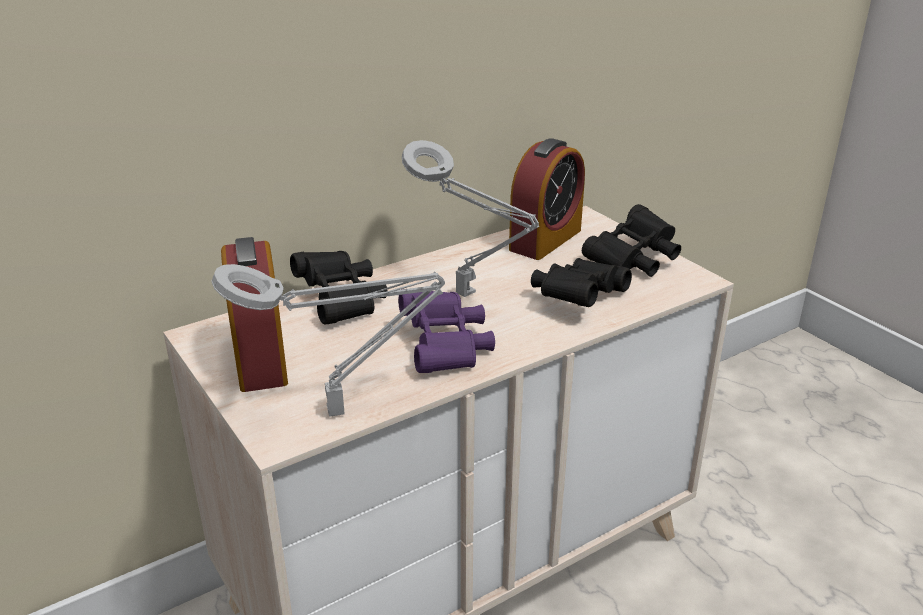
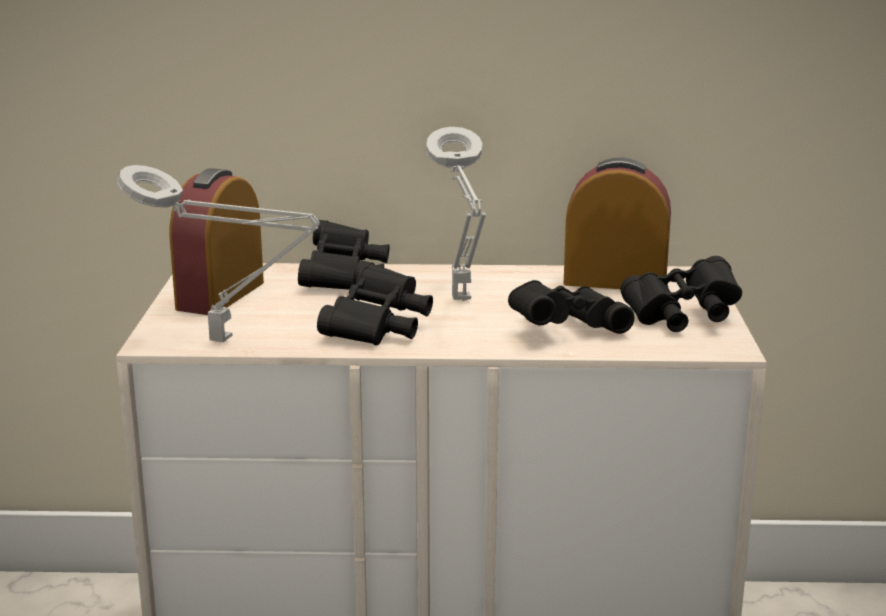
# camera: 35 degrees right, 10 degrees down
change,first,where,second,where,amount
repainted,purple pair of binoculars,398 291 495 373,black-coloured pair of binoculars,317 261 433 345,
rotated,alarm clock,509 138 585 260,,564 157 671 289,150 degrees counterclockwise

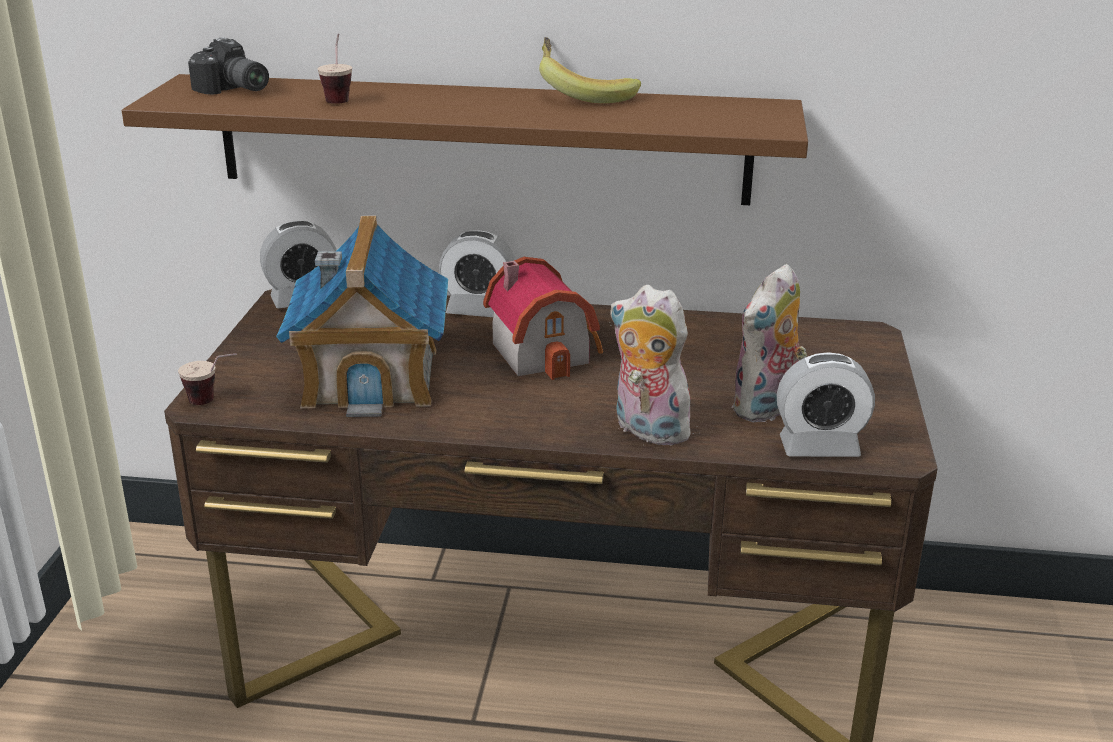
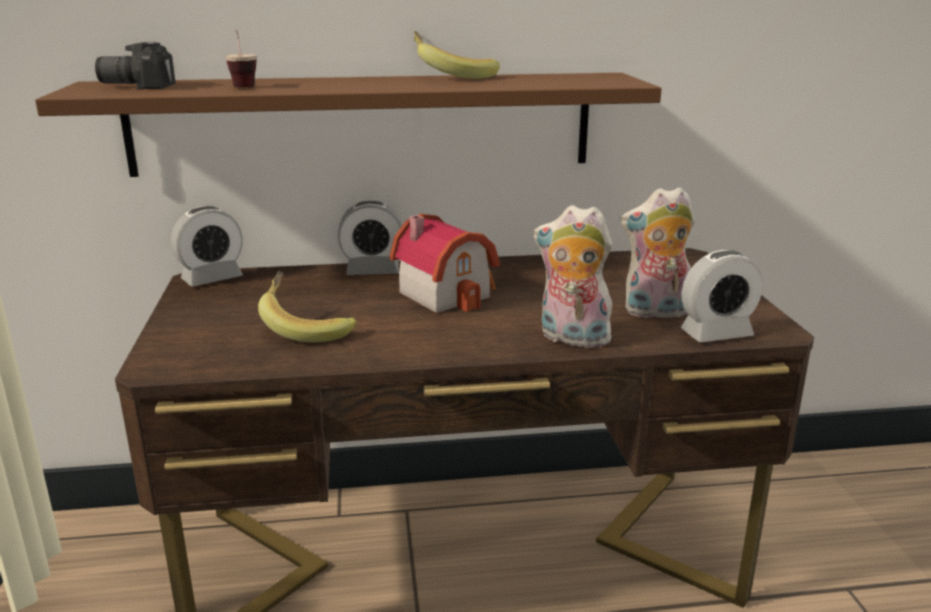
# camera: 15 degrees left, 5 degrees down
change,first,where,second,where,amount
gone,cup,178 353 237 405,,,
swapped,toy house,276 215 448 417,banana fruit,258 271 357 342,
rotated,still camera,188 37 269 94,,95 42 176 89,150 degrees clockwise
rotated,plush toy,731 264 807 423,,620 187 695 318,60 degrees clockwise

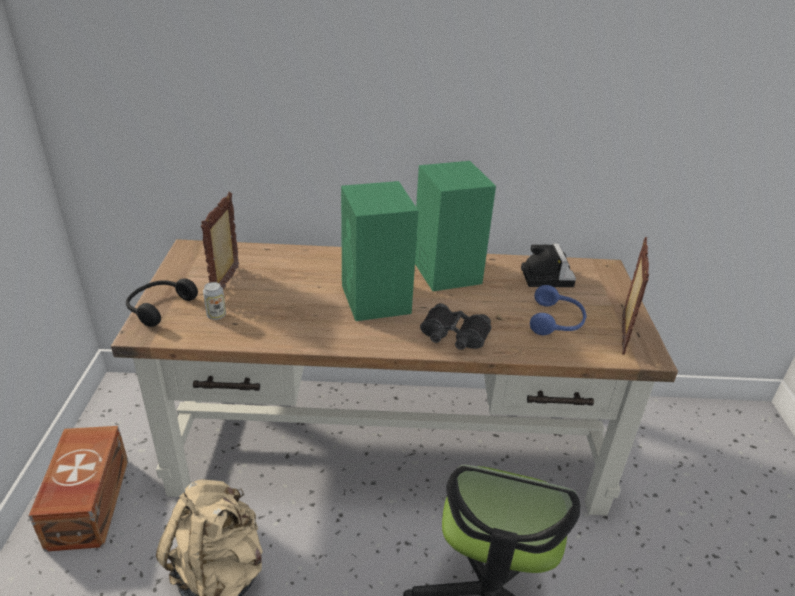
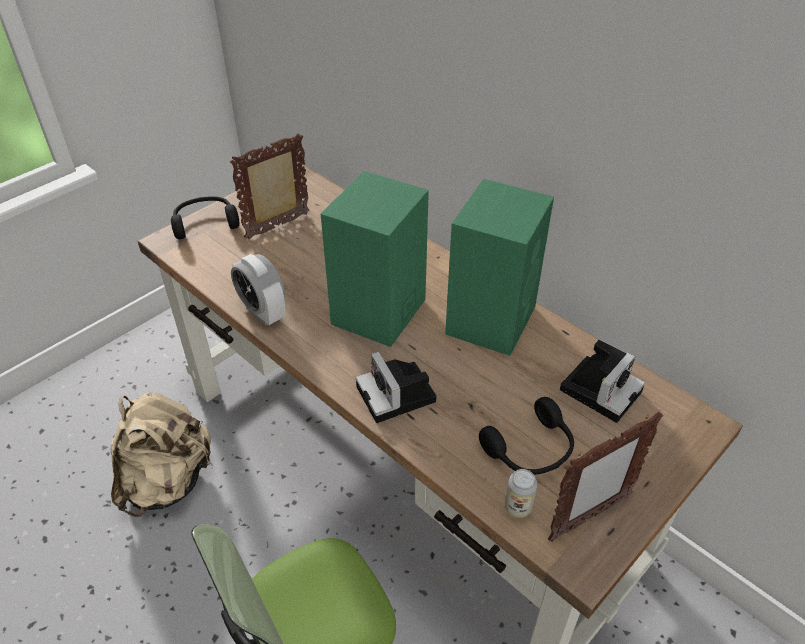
# camera: 45 degrees right, 10 degrees up
change,first,where,second,where,amount
gone,brown-coloured storage bin,29 426 128 552,,,
new,,,alarm clock,231 254 285 326,
shifted,sealed can,203 282 226 320,,505 469 537 518,
swapped,black-coloured pair of binoculars,420 303 491 350,still camera,356 351 436 423,
repainted,blue-coloured pair of headphones,530 285 586 335,black-coloured pair of headphones,479 397 574 475,

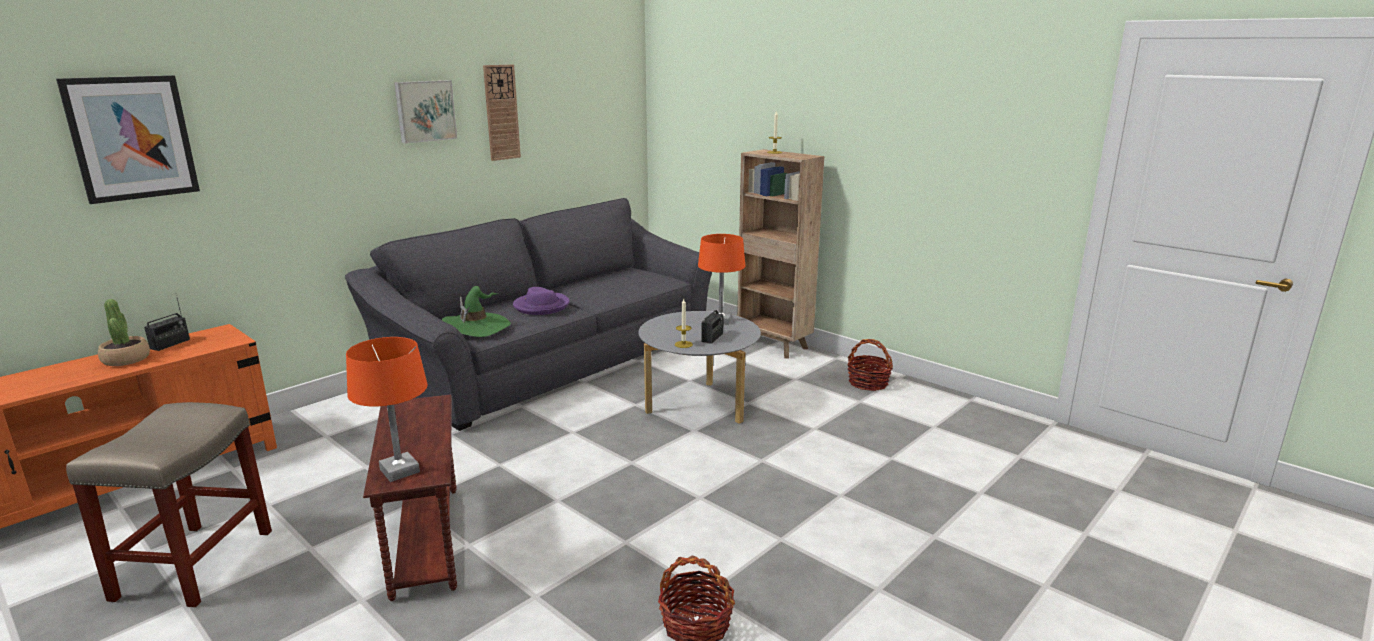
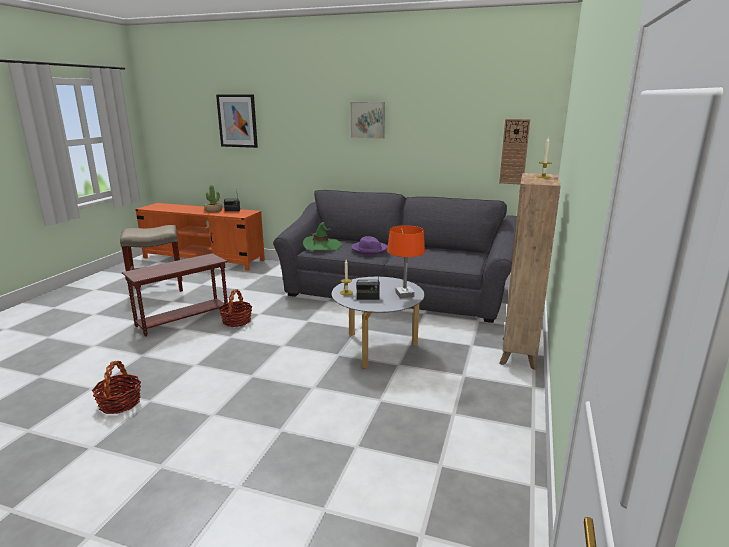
# camera: 65 degrees right, 0 degrees up
change,first,where,second,where,amount
gone,orange lamp for a table,346 337 428 482,,,
shifted,wall clock,483 65 521 161,,499 119 530 184,
shifted,household basket,847 339 893 391,,219 289 252 327,

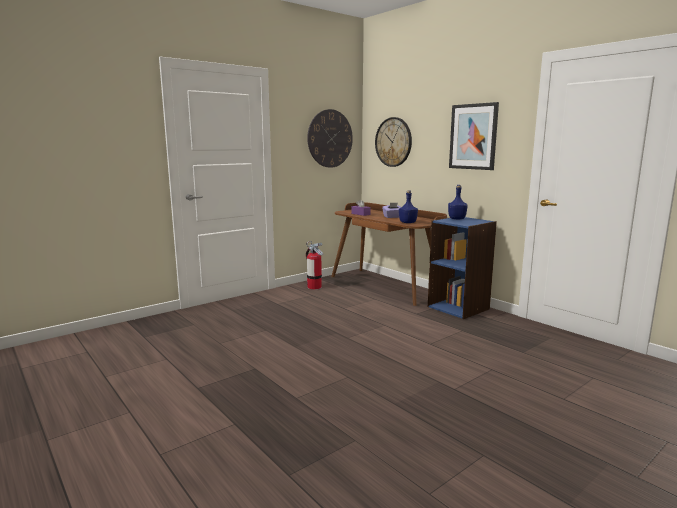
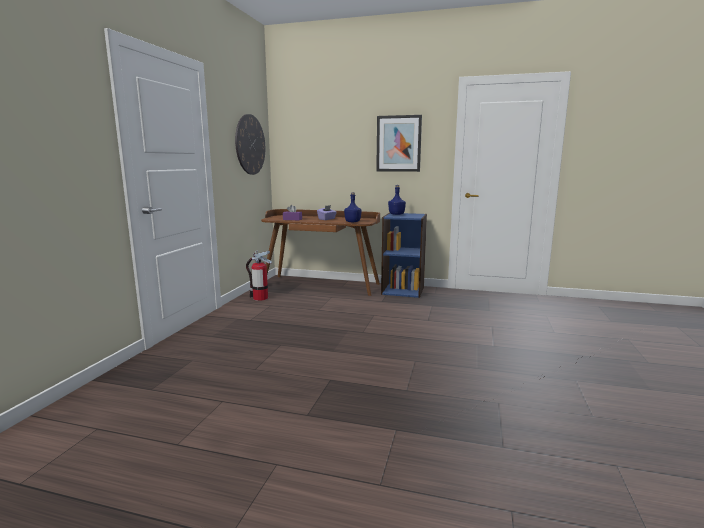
# camera: 35 degrees left, 0 degrees up
change,first,where,second,where,amount
gone,wall clock,375 117 412 167,,,

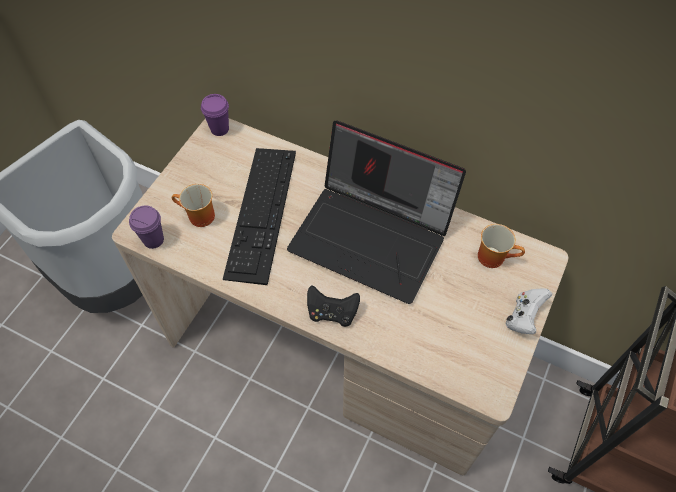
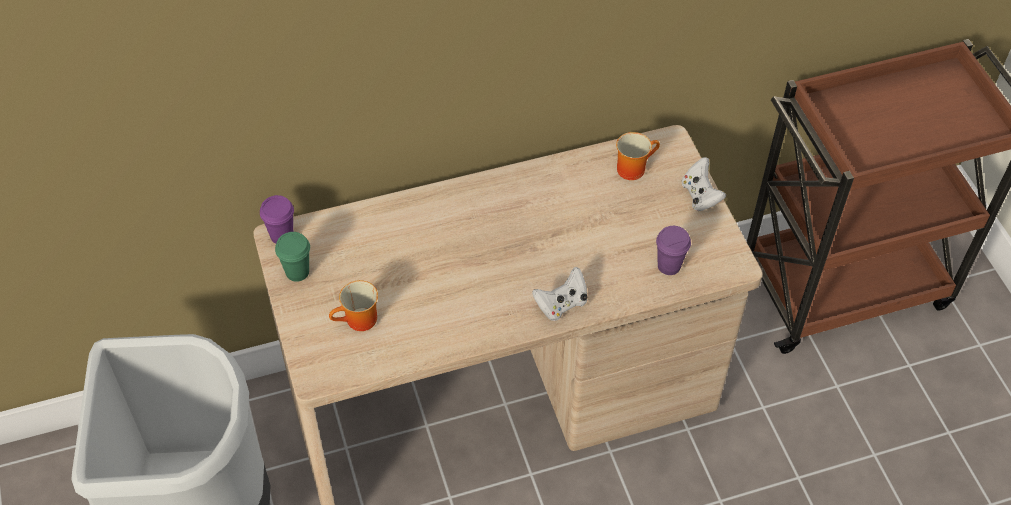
# camera: 45 degrees left, 5 degrees down
change,first,where,second,where,amount
gone,PC keyboard,223 148 296 285,,,
gone,laptop,287 121 466 304,,,
new,,,greenish cup,275 232 310 282,
shifted,purple cup,129 205 164 249,,656 226 691 275,
repainted,black-coloured joypad,307 285 360 327,white-coloured joypad,532 267 588 321,

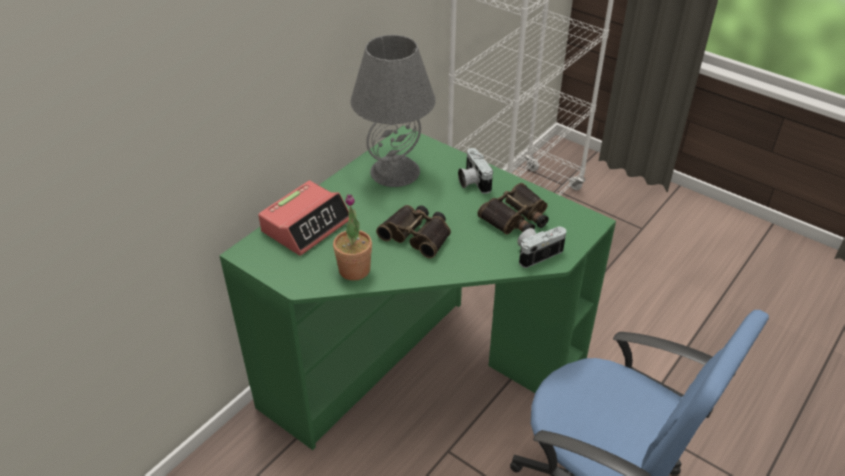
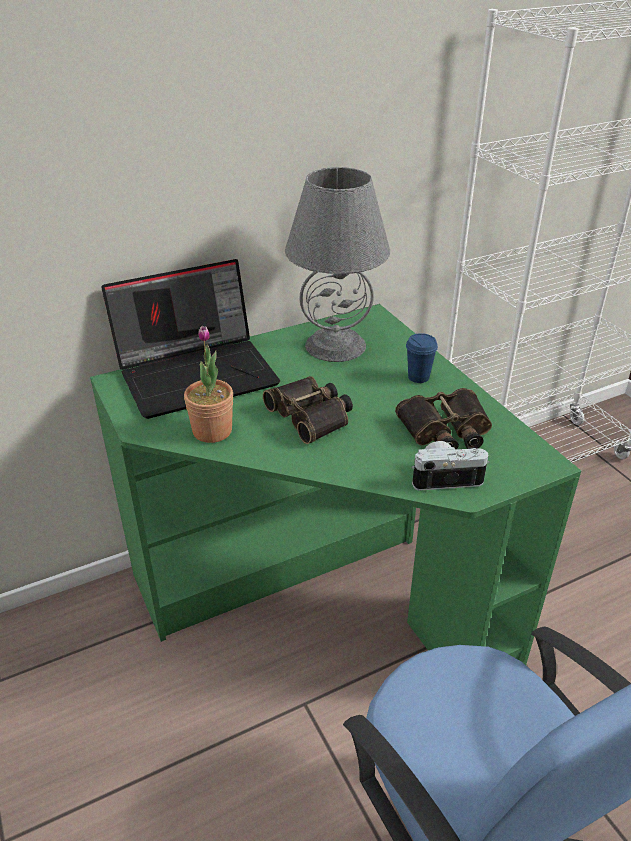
# camera: 25 degrees right, 5 degrees down
change,first,where,second,where,amount
swapped,alarm clock,258 181 349 256,laptop,101 259 280 419,
swapped,still camera,458 148 493 194,blue-coloured cup,406 333 438 383,

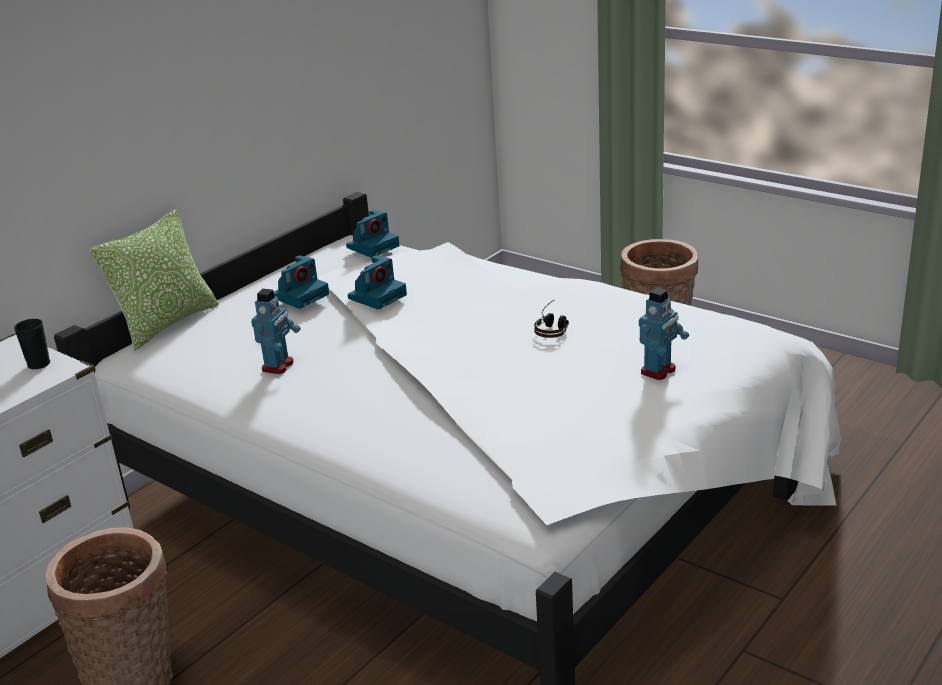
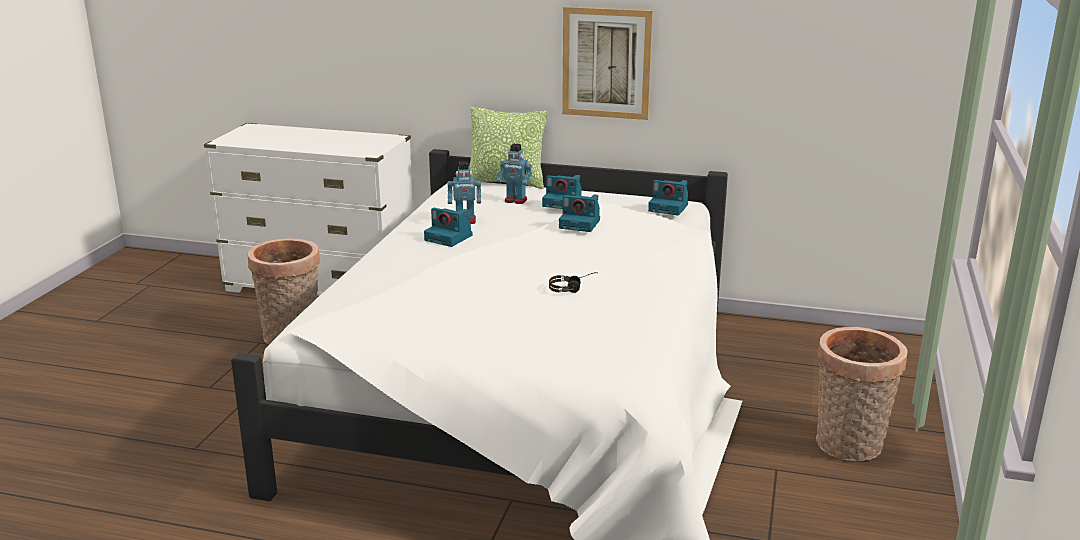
# camera: 65 degrees right, 5 degrees down
change,first,where,second,where,amount
gone,black-coloured cup,14 319 50 369,,,
new,,,still camera,424 208 473 247,
new,,,wall picture,562 7 653 120,
shifted,toy robot,639 288 689 380,,497 144 532 204,

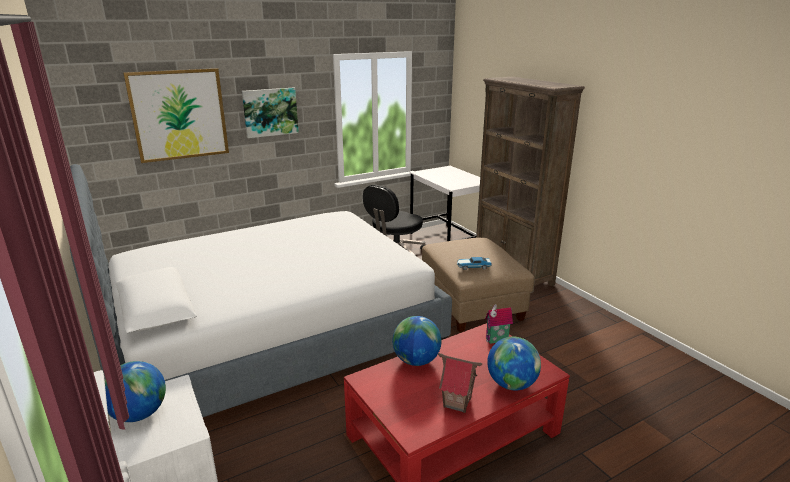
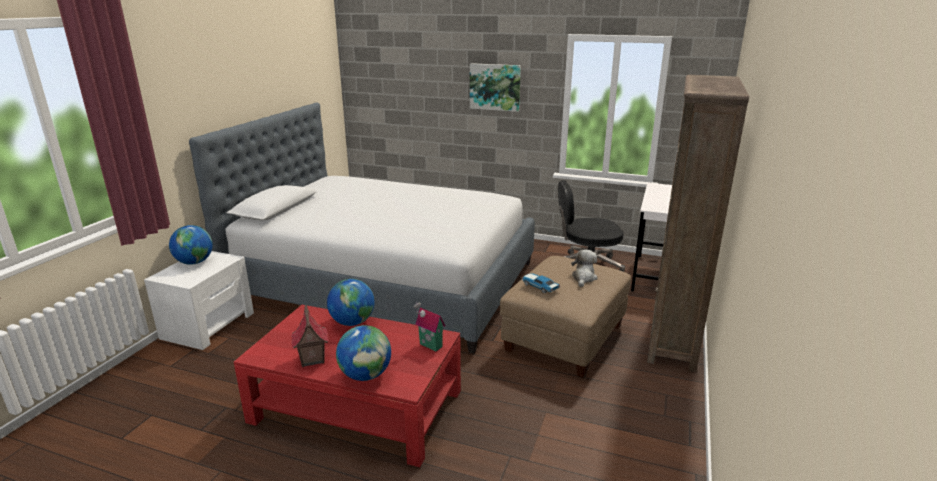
# camera: 50 degrees right, 0 degrees up
change,first,where,second,where,amount
gone,wall picture,123 68 229 163,,,
new,,,plush toy,571 250 598 287,

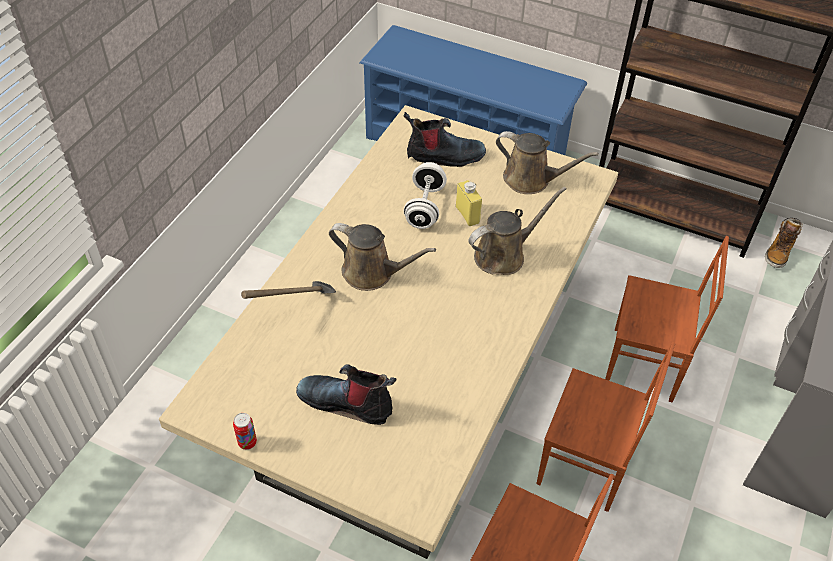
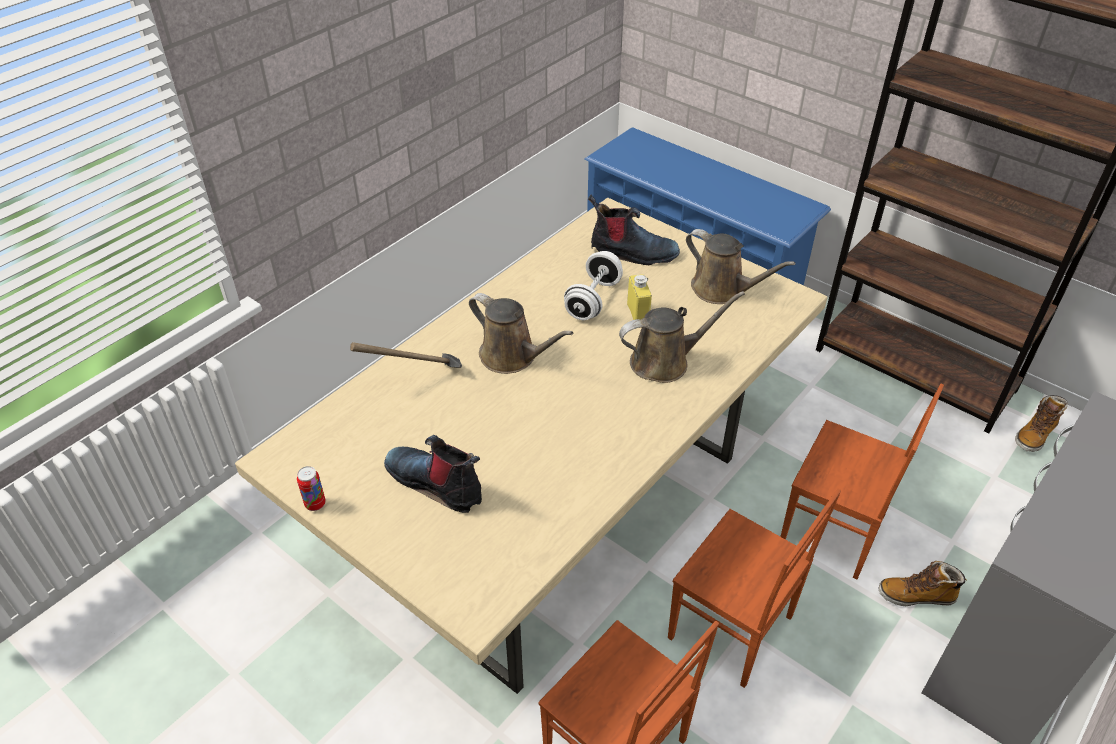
# camera: 15 degrees right, 5 degrees down
change,first,where,second,where,amount
new,,,boot,879 561 966 606,

